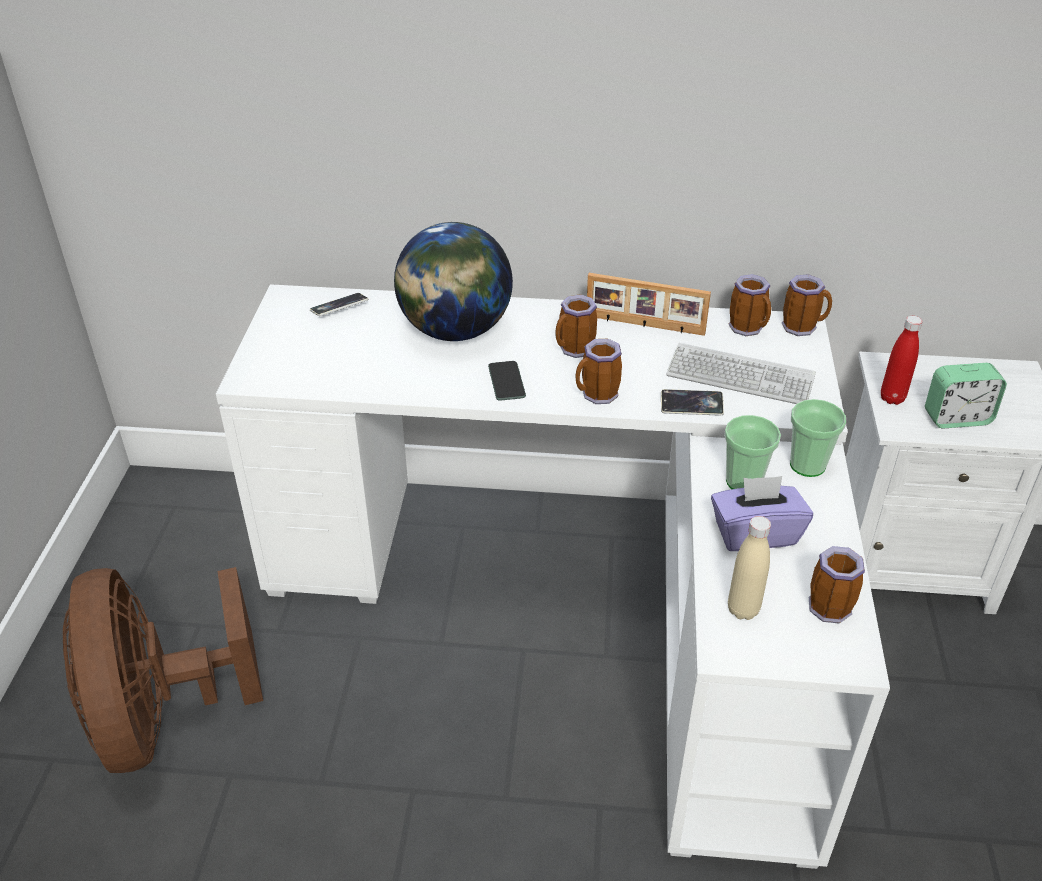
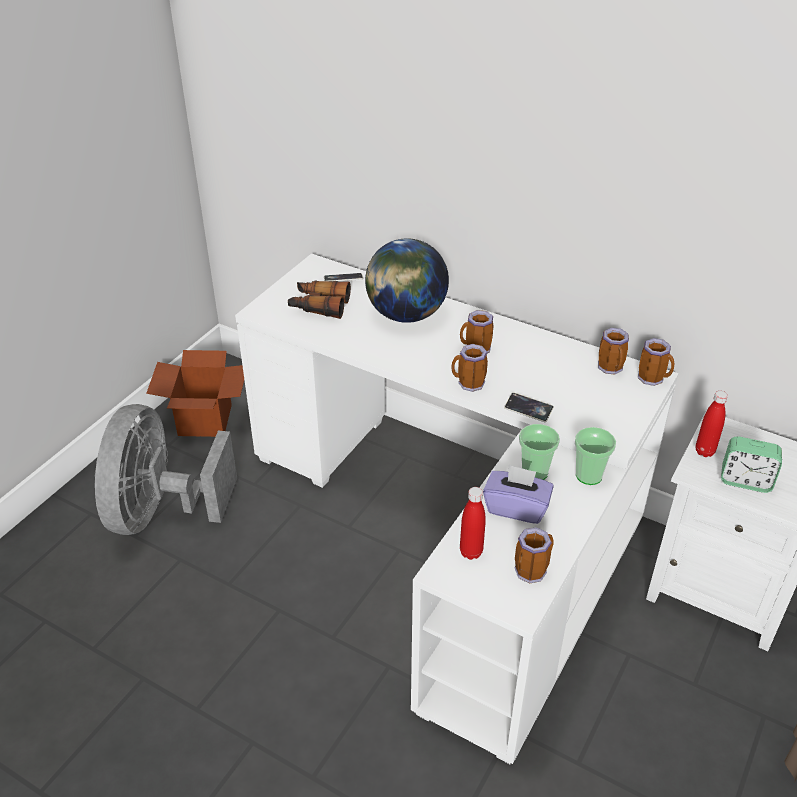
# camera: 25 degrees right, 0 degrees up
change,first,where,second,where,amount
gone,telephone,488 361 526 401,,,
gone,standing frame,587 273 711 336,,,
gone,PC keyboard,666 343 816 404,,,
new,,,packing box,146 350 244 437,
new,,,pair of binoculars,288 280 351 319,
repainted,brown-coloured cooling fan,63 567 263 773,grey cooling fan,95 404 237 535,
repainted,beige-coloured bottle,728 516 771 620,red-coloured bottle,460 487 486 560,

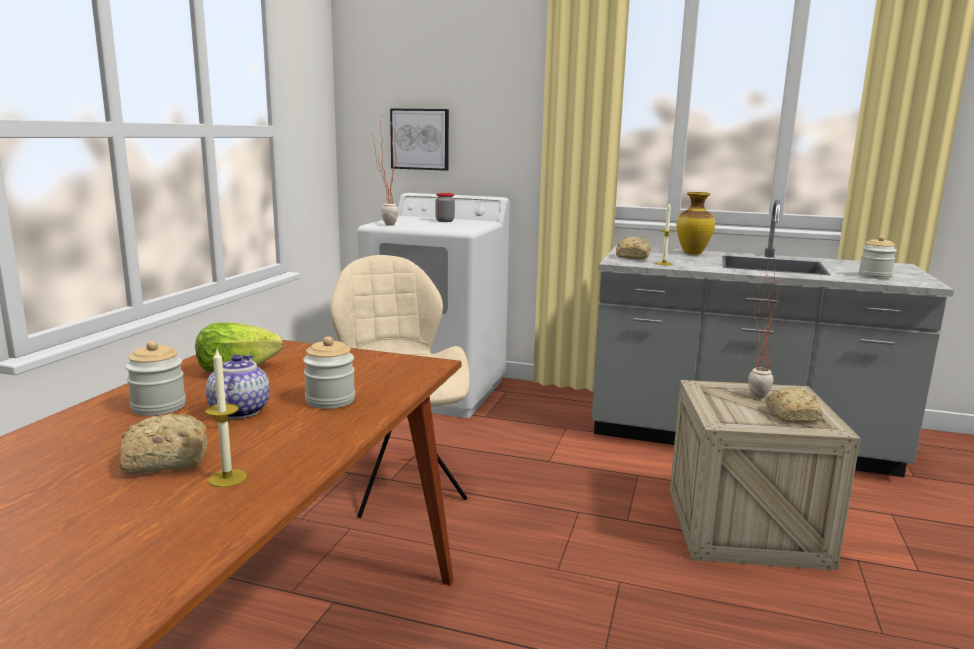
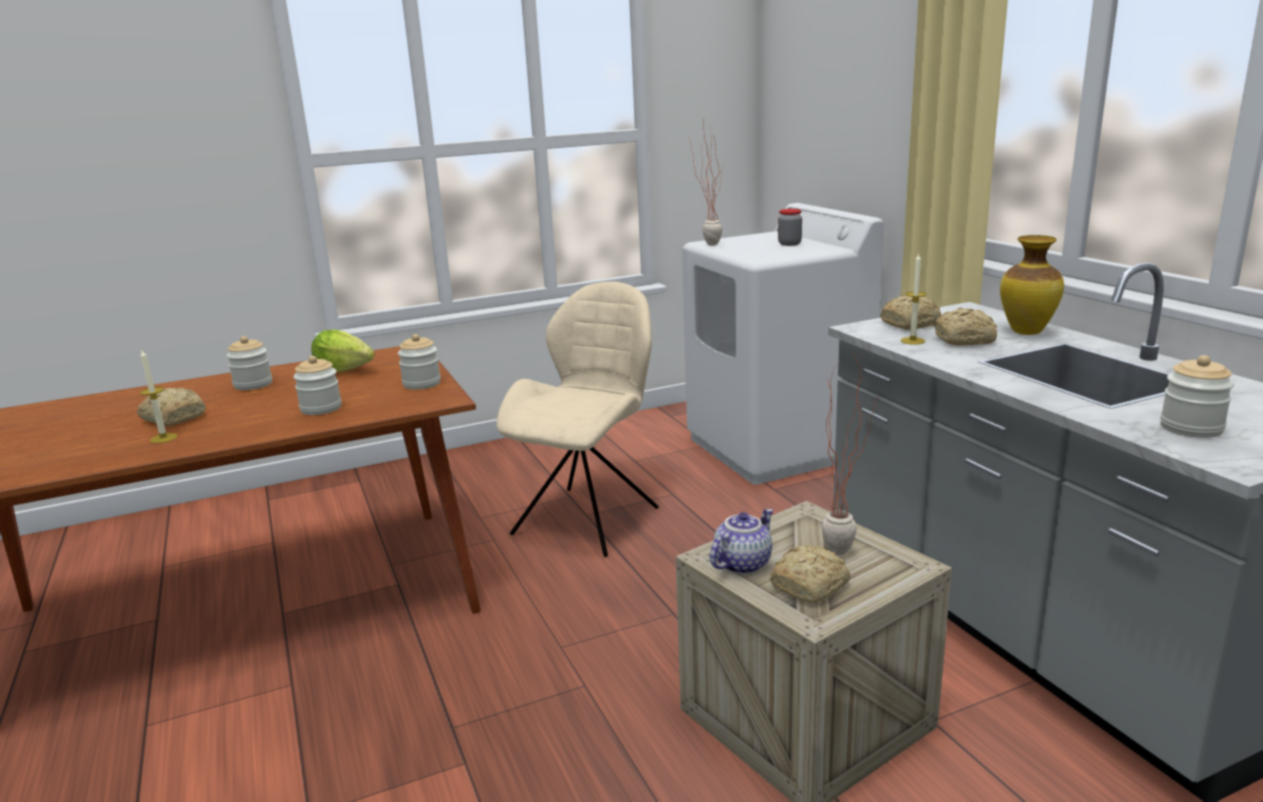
# camera: 50 degrees right, 5 degrees up
change,first,where,second,where,amount
gone,wall picture,390 109 449 171,,,
new,,,storage jar,398 334 441 390,
new,,,baked bread,935 308 997 345,
shifted,teapot,206 354 270 419,,710 509 774 574,

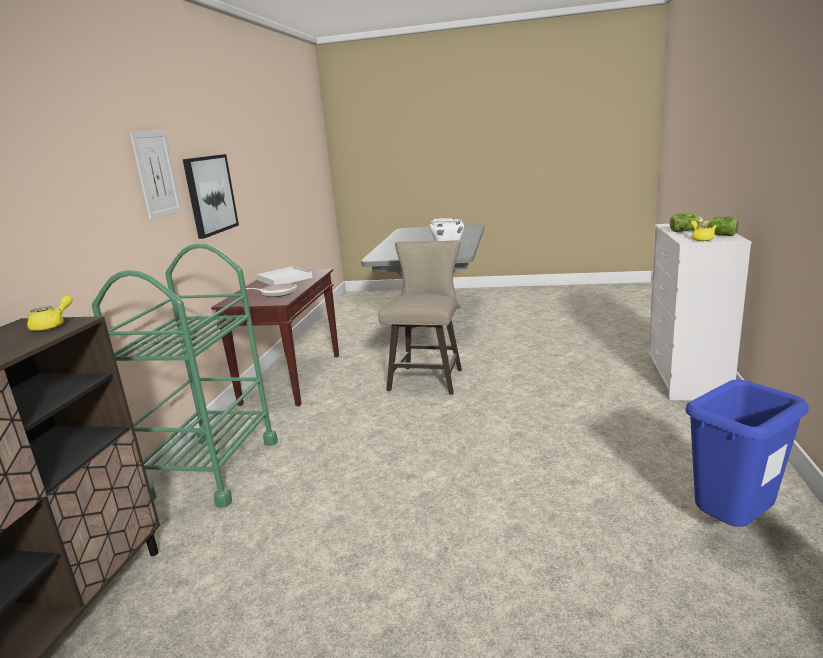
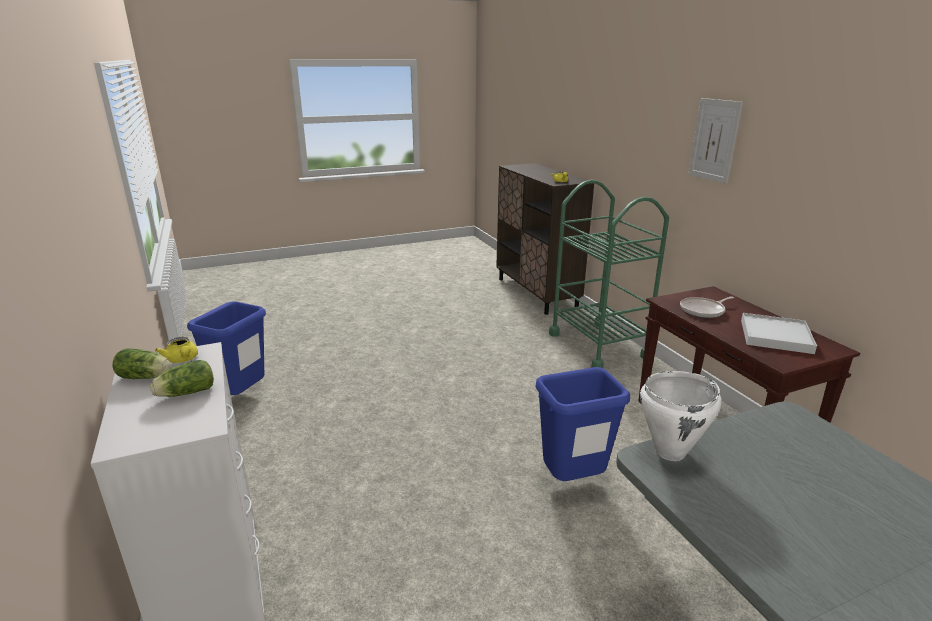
# camera: 145 degrees right, 5 degrees up
change,first,where,second,where,amount
gone,wall picture,183 154 239 239,,,
swapped,beige-coloured sitting stool,378 240 462 395,blue-coloured trash can,535 367 630 481,

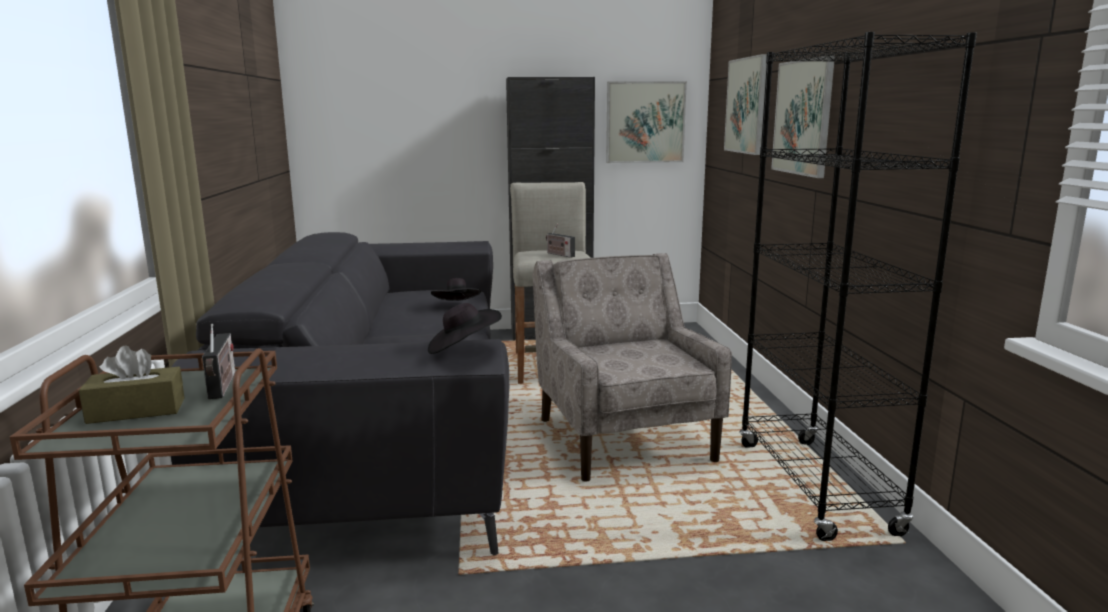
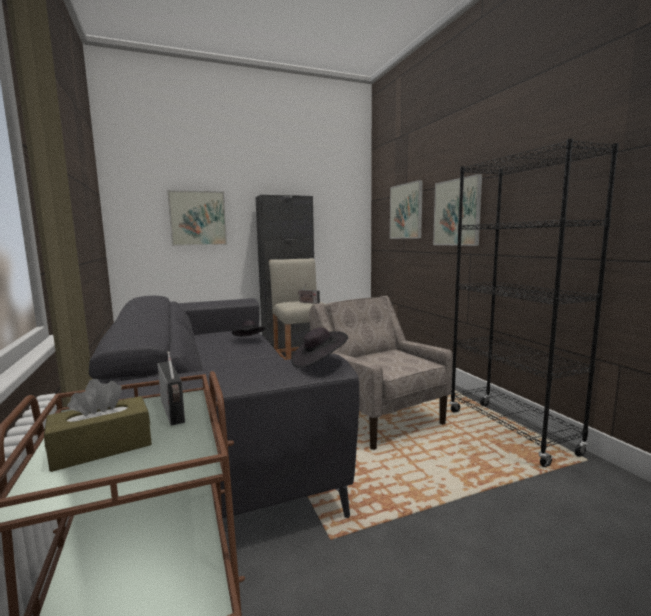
# camera: 15 degrees left, 5 degrees down
change,first,where,second,where,amount
shifted,wall picture,606 82 687 163,,167 190 227 246,

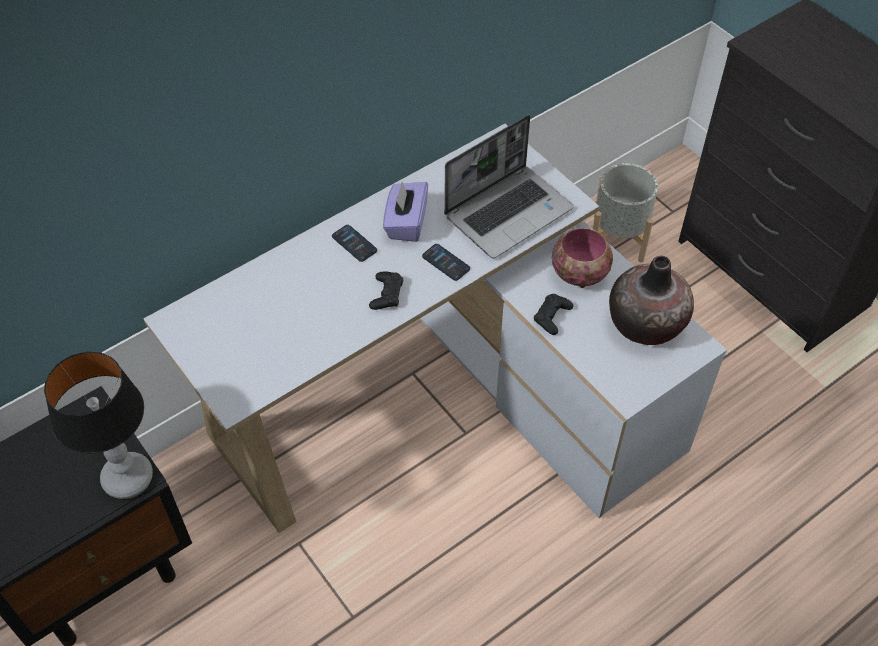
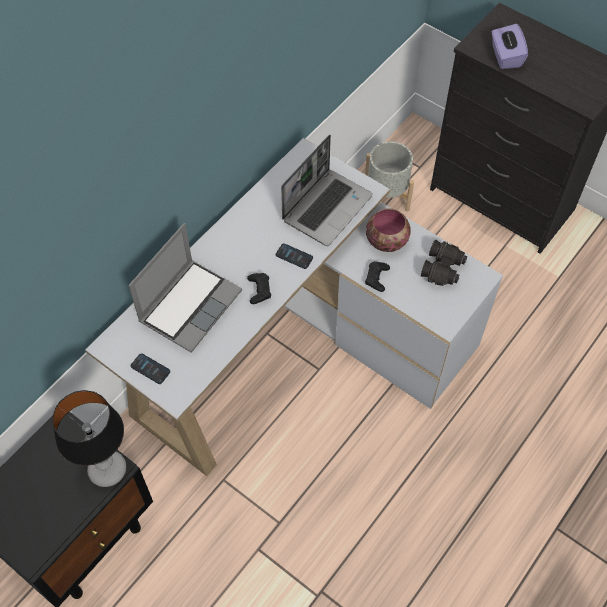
# camera: 15 degrees left, 5 degrees up
change,first,where,second,where,amount
new,,,laptop,128 223 242 353,
shifted,telephone,332 225 377 262,,131 353 170 384,
shifted,purple tissue box,383 182 428 242,,492 24 528 69,
swapped,decorative vase,609 256 694 345,black-coloured pair of binoculars,421 239 467 286,

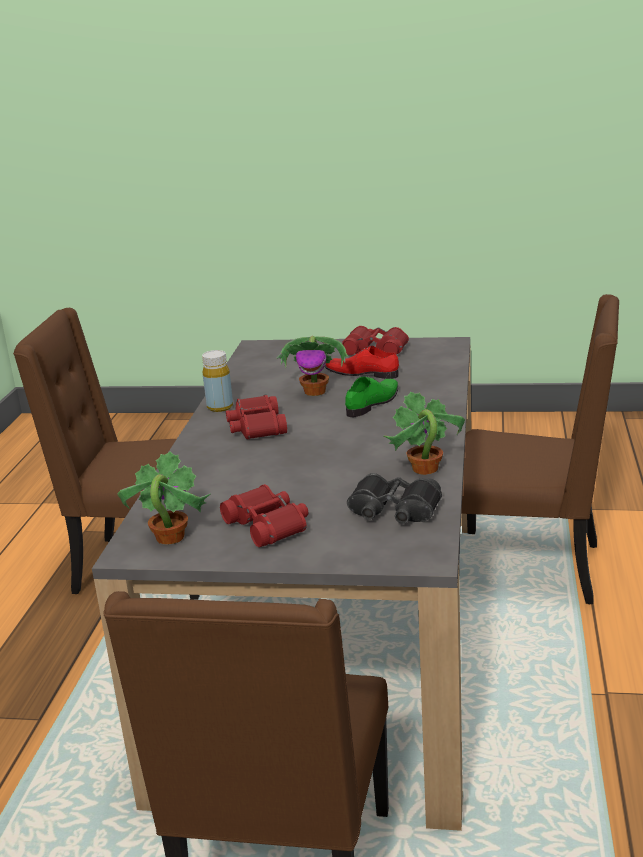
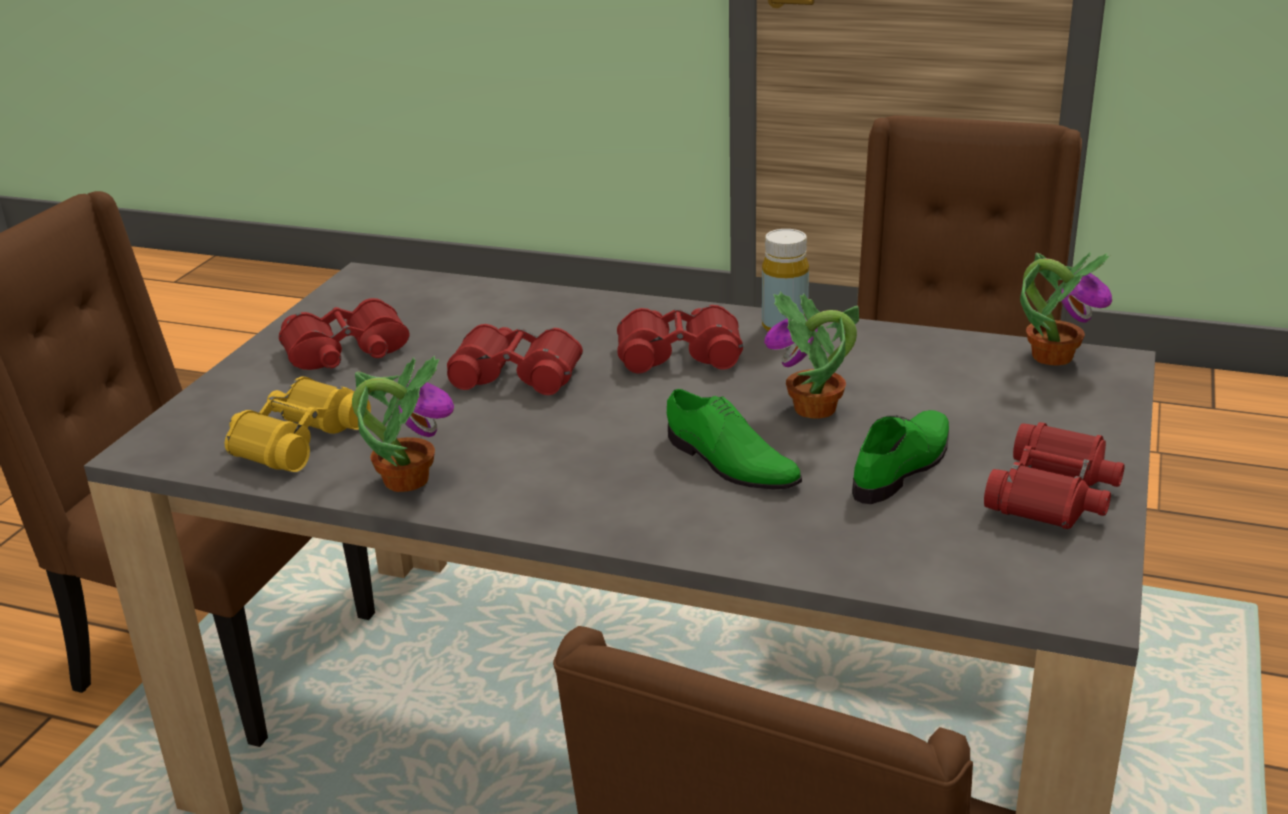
# camera: 100 degrees right, 5 degrees up
change,first,where,second,where,amount
new,,,red-coloured pair of binoculars,447 324 583 395,
shifted,houseplant,118 451 211 545,,1020 252 1112 366,
repainted,red-coloured shoe,325 346 399 379,greenish shoe,852 410 949 504,
repainted,black-coloured pair of binoculars,347 473 442 524,yellowish pair of binoculars,225 377 371 472,

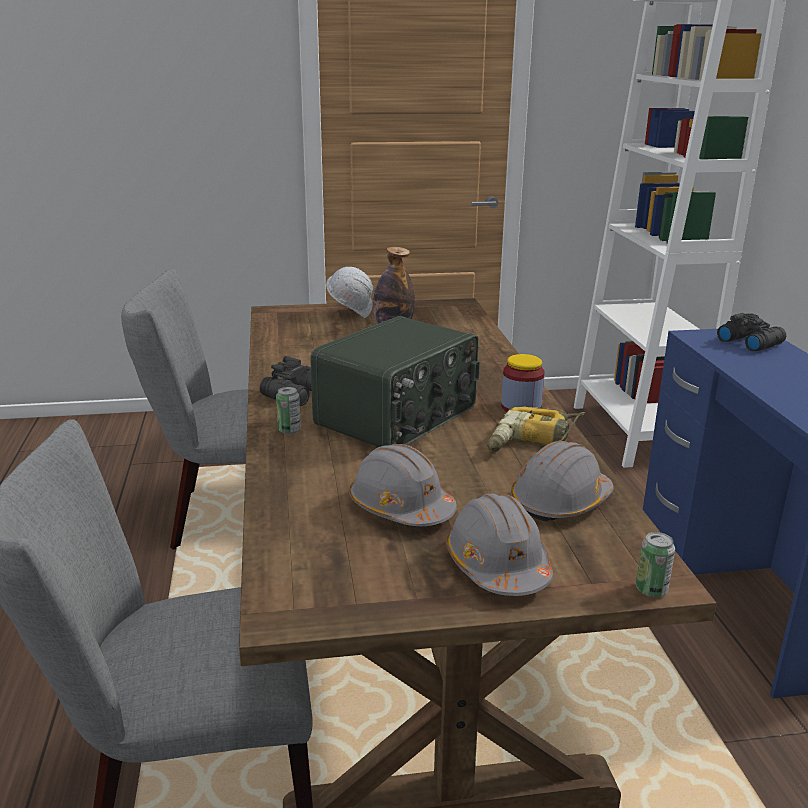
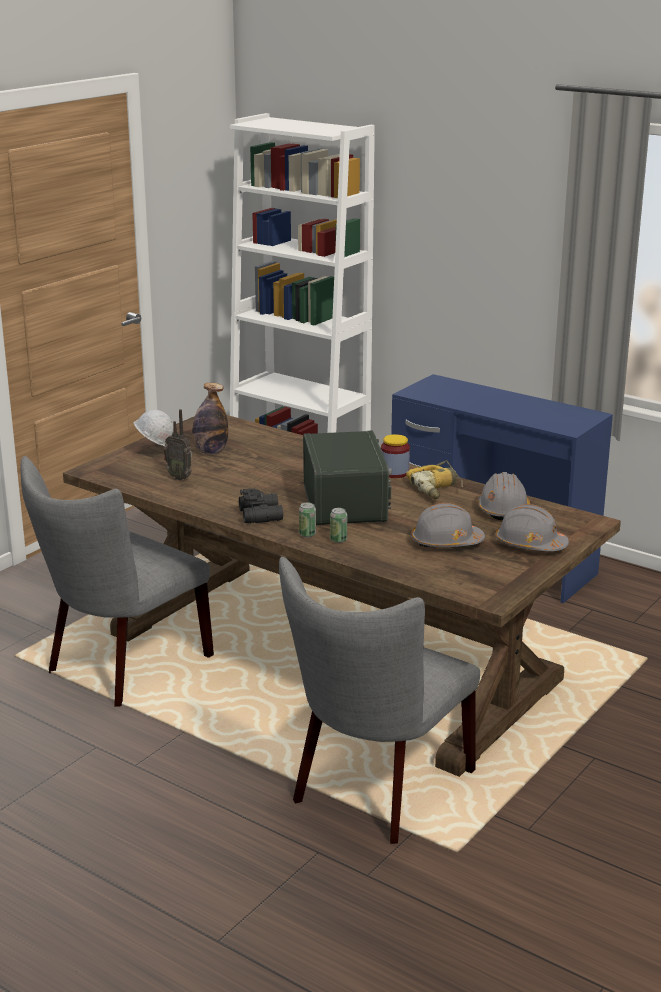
# camera: 45 degrees left, 0 degrees up
change,first,where,second,where,amount
gone,black-coloured pair of binoculars,717 313 786 351,,,
new,,,radio set,163 409 192 480,
shifted,sealed can,636 532 675 597,,330 508 347 543,

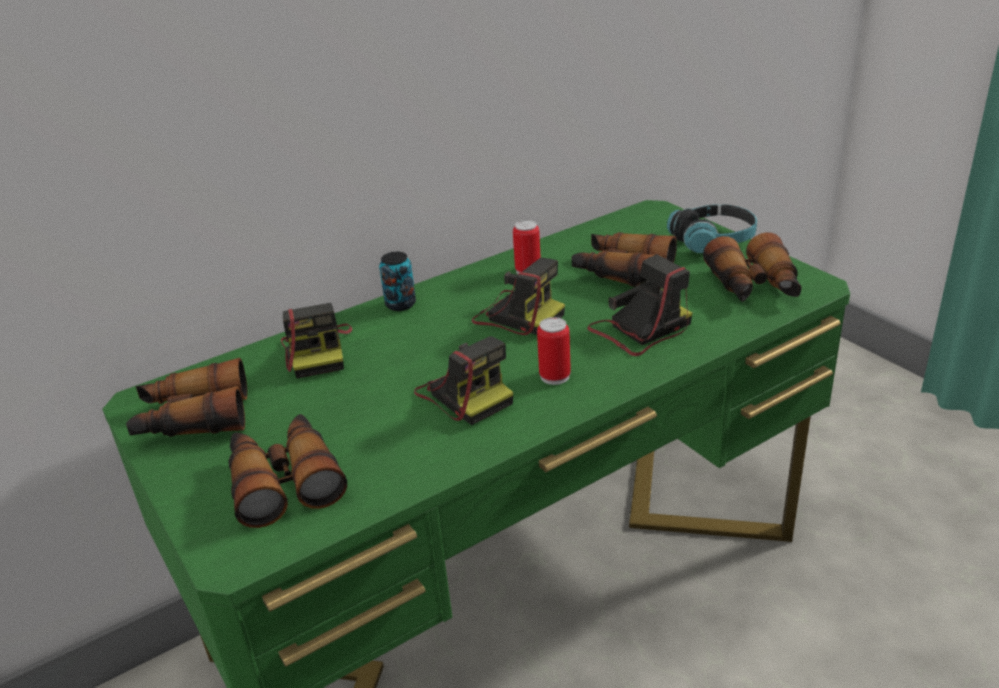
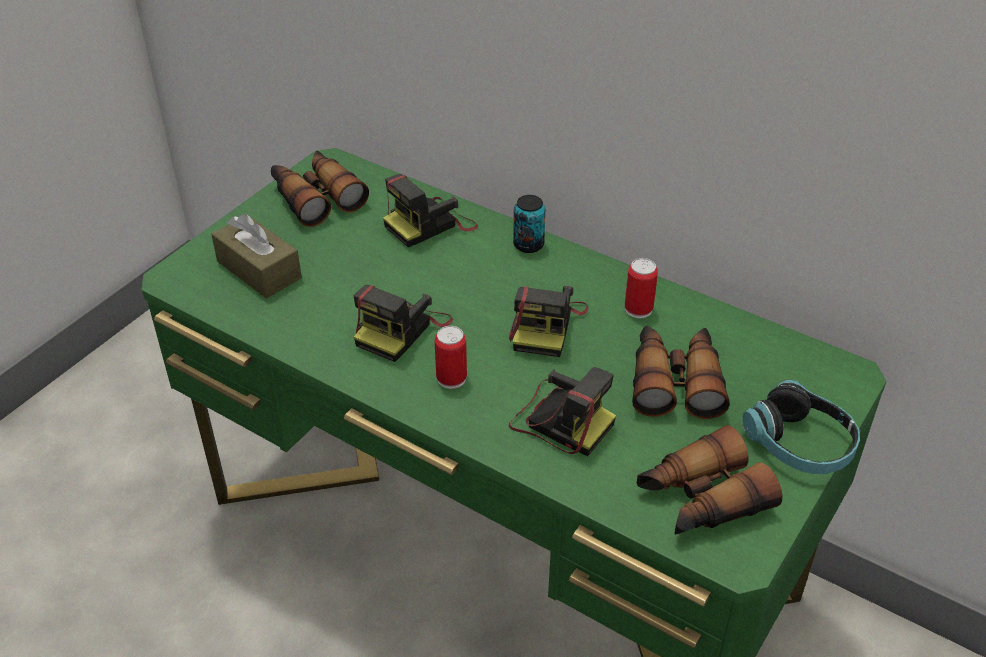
# camera: 65 degrees right, 10 degrees up
change,first,where,second,where,amount
swapped,pair of binoculars,228 414 347 528,brown-coloured tissue box,211 214 302 298,

